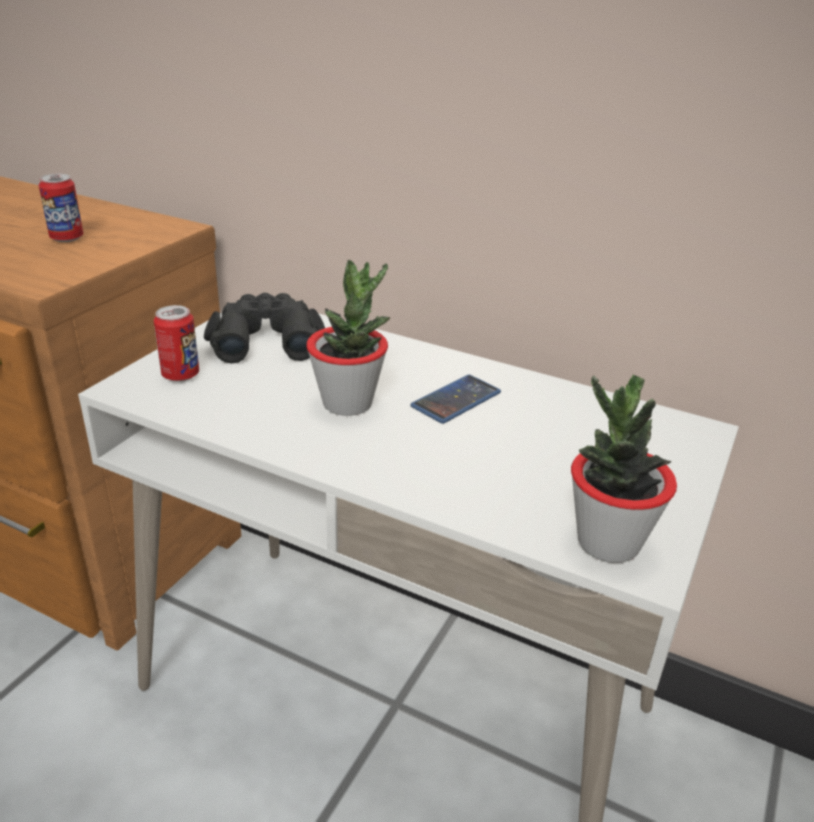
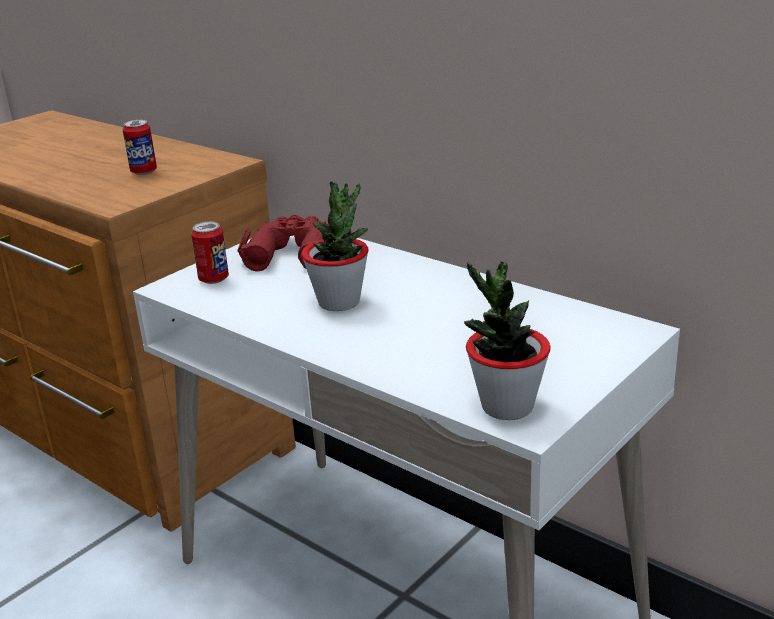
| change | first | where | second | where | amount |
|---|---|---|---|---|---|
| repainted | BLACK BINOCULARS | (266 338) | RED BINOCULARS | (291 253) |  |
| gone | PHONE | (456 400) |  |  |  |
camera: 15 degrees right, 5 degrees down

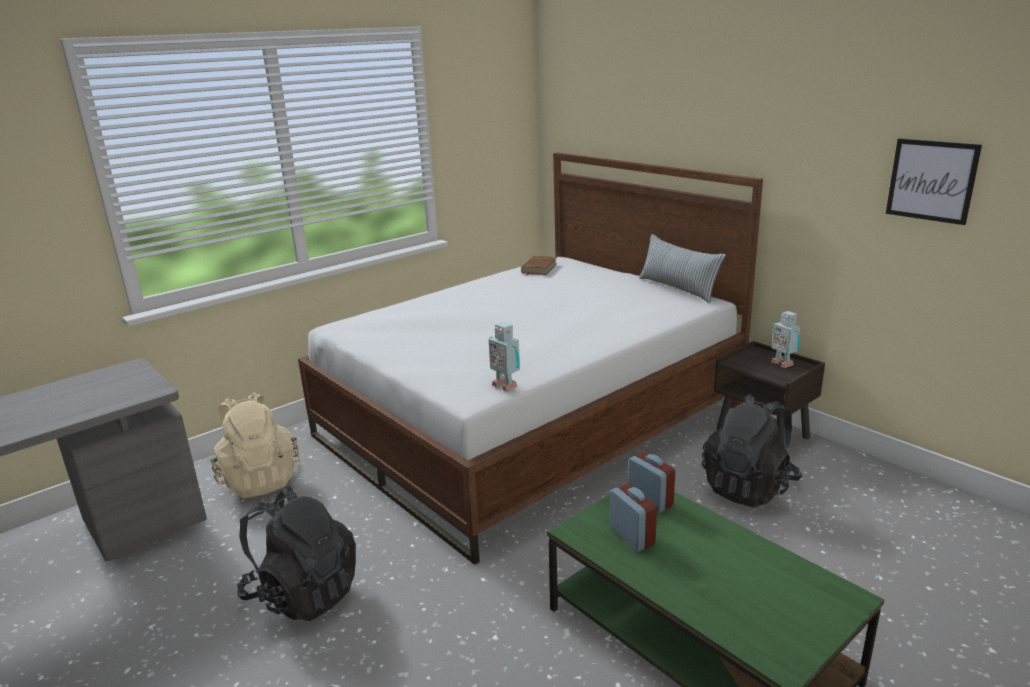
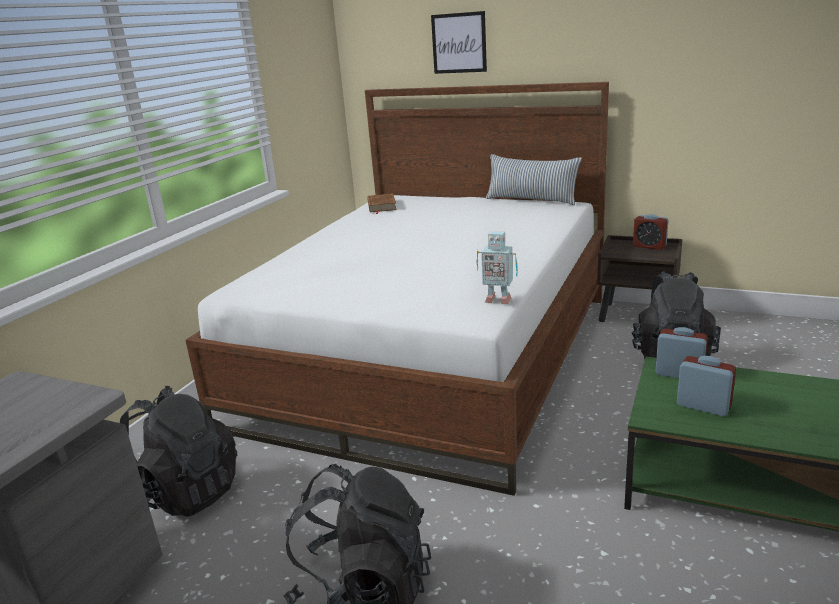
| change | first | where | second | where | amount |
|---|---|---|---|---|---|
| repainted | SAND-COLOURED KNAPSACK | (259 480) | BLACK KNAPSACK | (186 492) |  |
| swapped | TOY ROBOT | (782 363) | BEDSIDE CLOCK | (649 246) |  |
| shifted | WALL ART | (931 180) |  | (459 43) |  |
camera: 25 degrees left, 0 degrees up

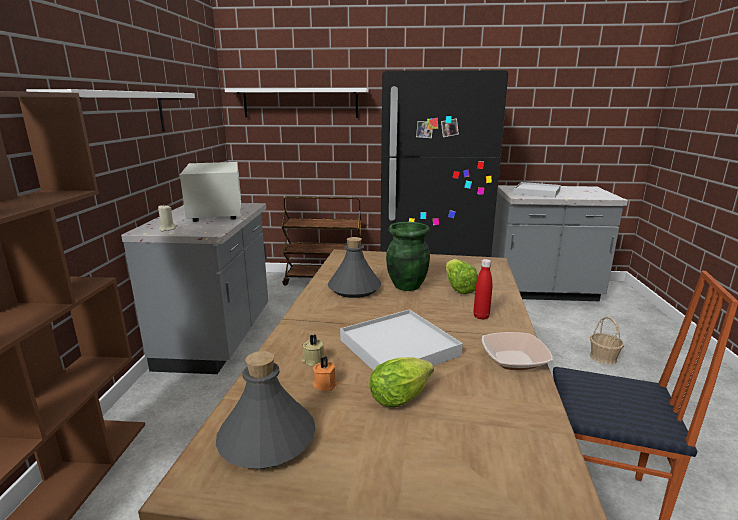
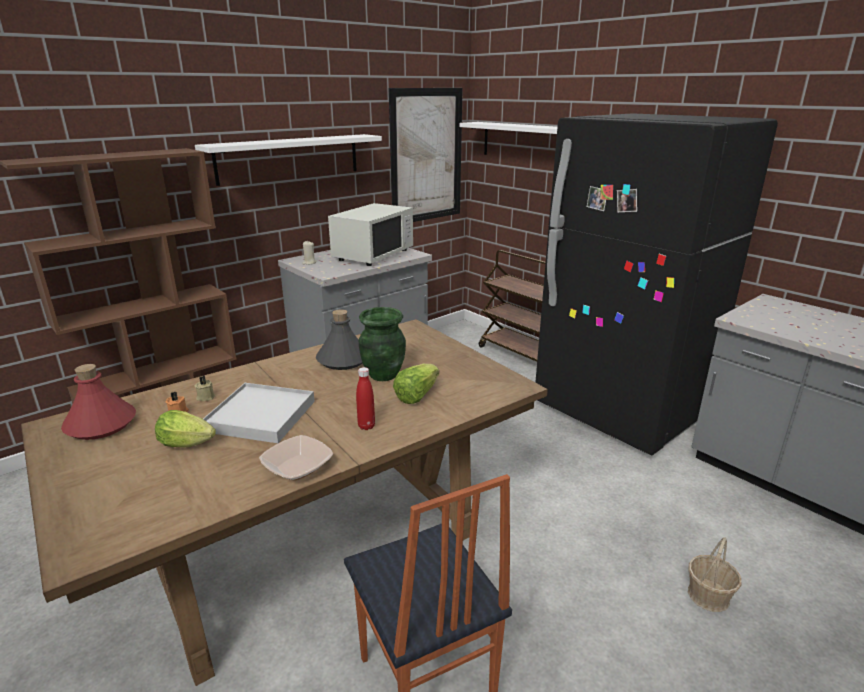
| change | first | where | second | where | amount |
|---|---|---|---|---|---|
| repainted | GREY BEVERAGE BOTTLE | (266 439) | RED BEVERAGE BOTTLE | (101 425) |  |
| gone | WHITE-COLOURED SERVING TRAY | (536 192) |  |  |  |
| new |  |  | WALL ART | (427 156) |  |
camera: 45 degrees right, 5 degrees up

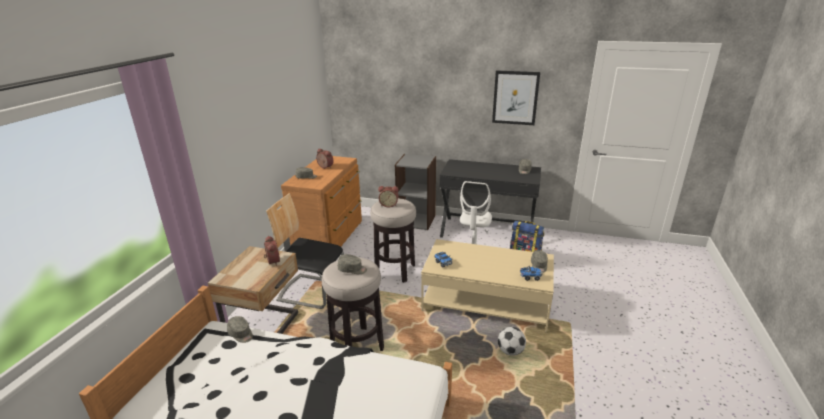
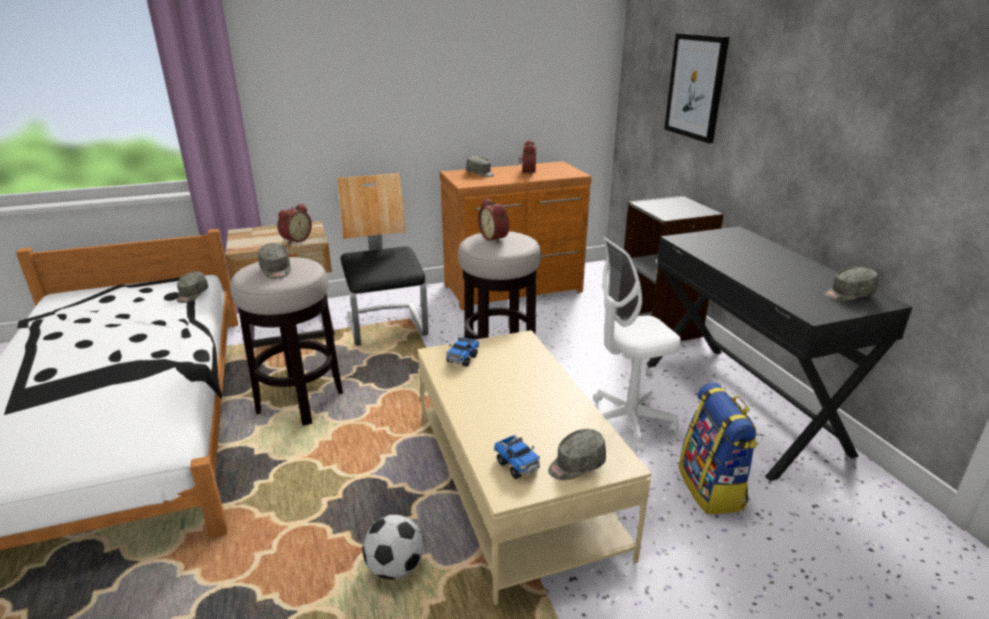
| change | first | where | second | where | amount |
|---|---|---|---|---|---|
| shifted | WALL ART | (515 97) |  | (696 87) |  |
camera: 55 degrees right, 0 degrees up

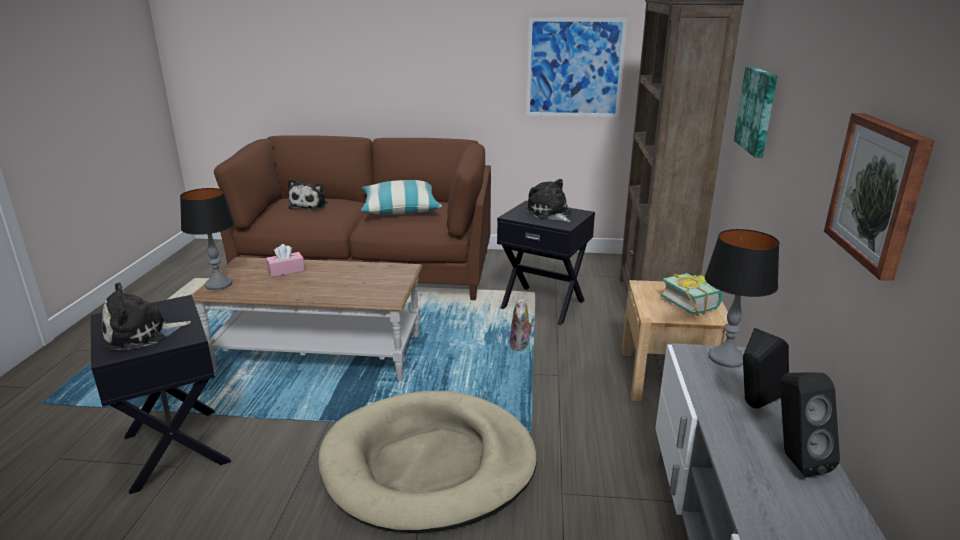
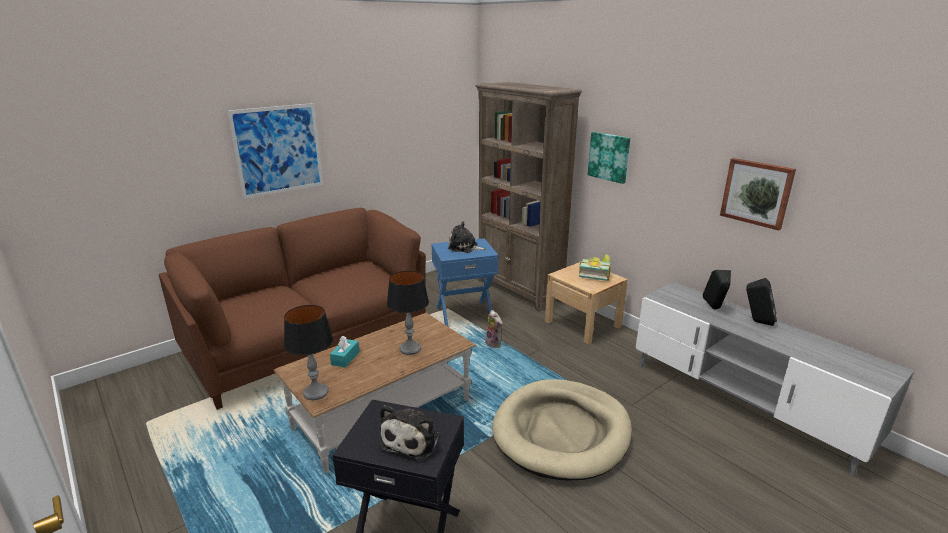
| change | first | where | second | where | amount |
|---|---|---|---|---|---|
| repainted | PINK-COLOURED TISSUE BOX | (286 270) | TURQUOISE TISSUE BOX | (345 358) |  |
| gone | PLUSH TOY | (310 205) |  |  |  |
| gone | THROW PILLOW | (400 208) |  |  |  |
| repainted | BLACK END TABLE | (543 304) | BLUE END TABLE | (464 313) |  |
| shifted | WALL ART | (574 68) |  | (278 150) |  |
| shifted | LAMP FOR A TABLE | (726 358) |  | (410 349) |  |
camera: 45 degrees left, 0 degrees up

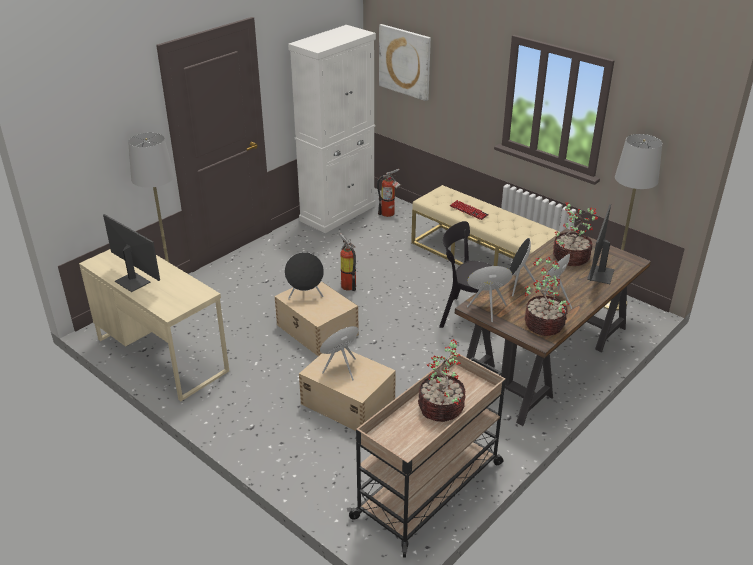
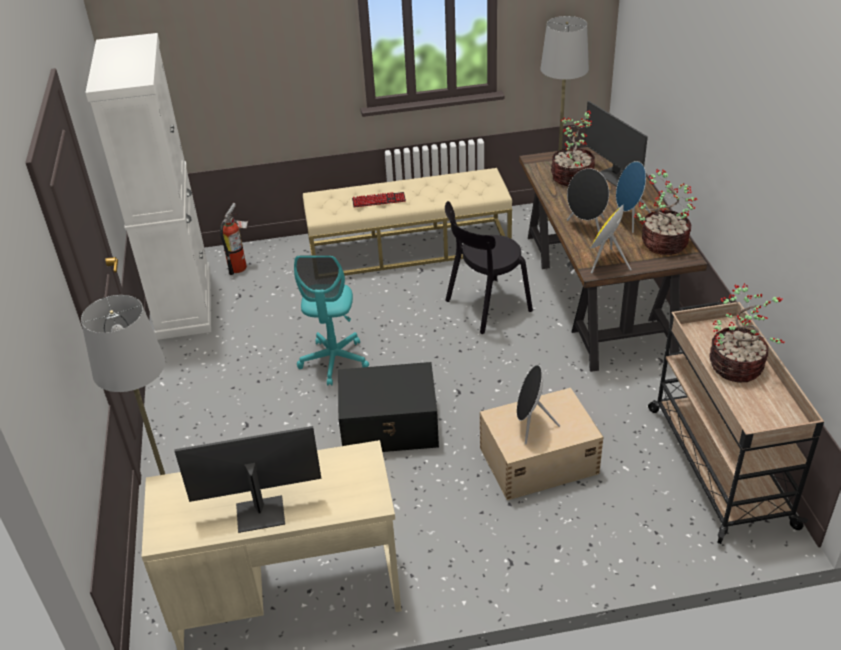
| change | first | where | second | where | amount |
|---|---|---|---|---|---|
| repainted | SAND-COLOURED STORAGE BOX | (317 330) | BLACK STORAGE BOX | (390 426) |  |
| gone | BLACK LOUDSPEAKER | (305 296) |  |  |  |
| swapped | FIRE EXTINGUISHER | (348 284) | TURQUOISE DESK CHAIR | (334 361) |  |
| gone | WALL ART | (405 61) |  |  |  |
camera: 50 degrees left, 5 degrees up

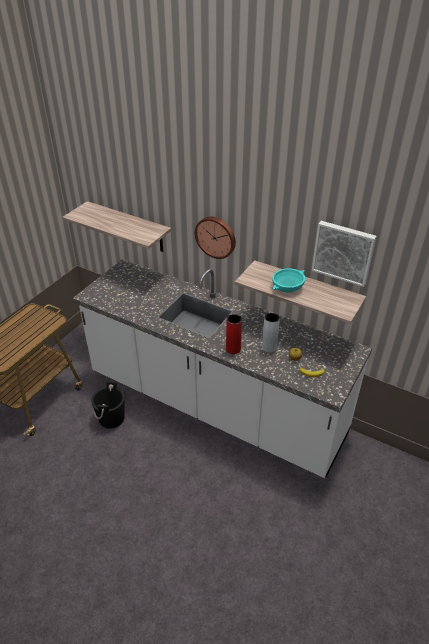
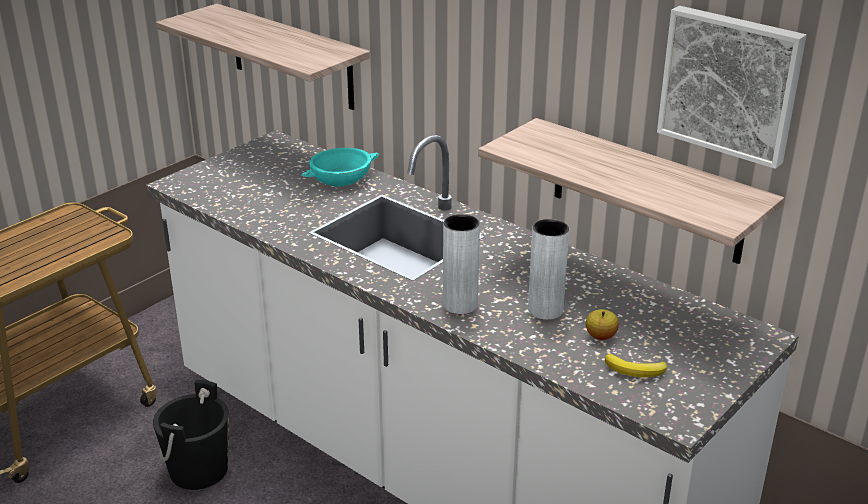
| change | first | where | second | where | amount |
|---|---|---|---|---|---|
| gone | CLOCK ON THE WALL | (216 236) |  |  |  |
| repainted | RED FLOWER VASE | (233 349) | GREY FLOWER VASE | (460 305) |  |
| shifted | TURQUOISE DEEP DISH | (287 287) |  | (341 180) |  |
camera: 10 degrees right, 10 degrees down

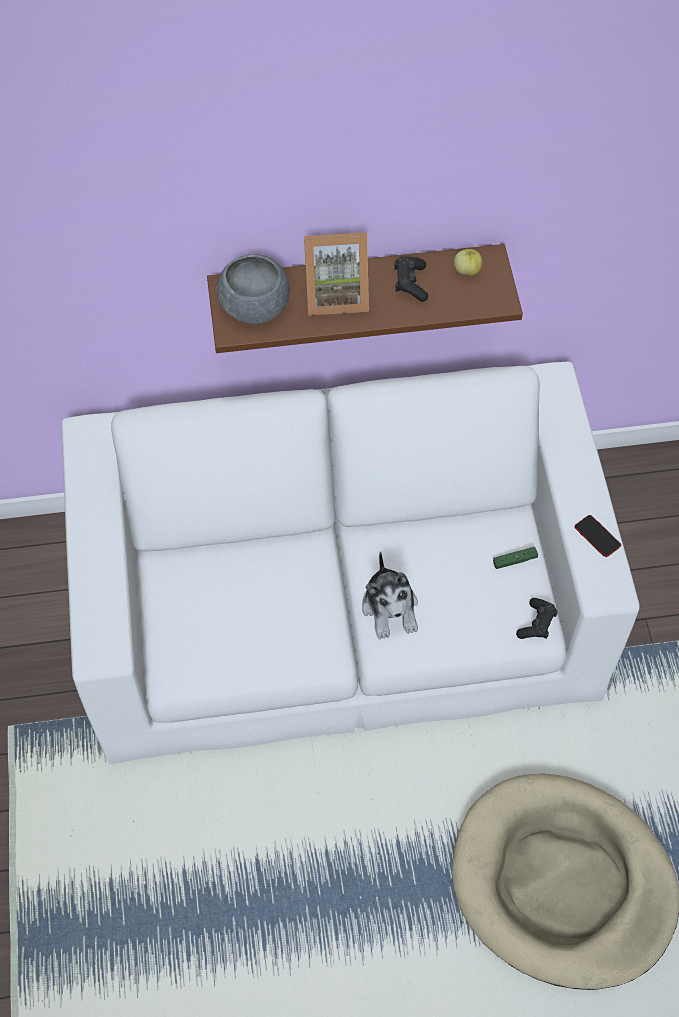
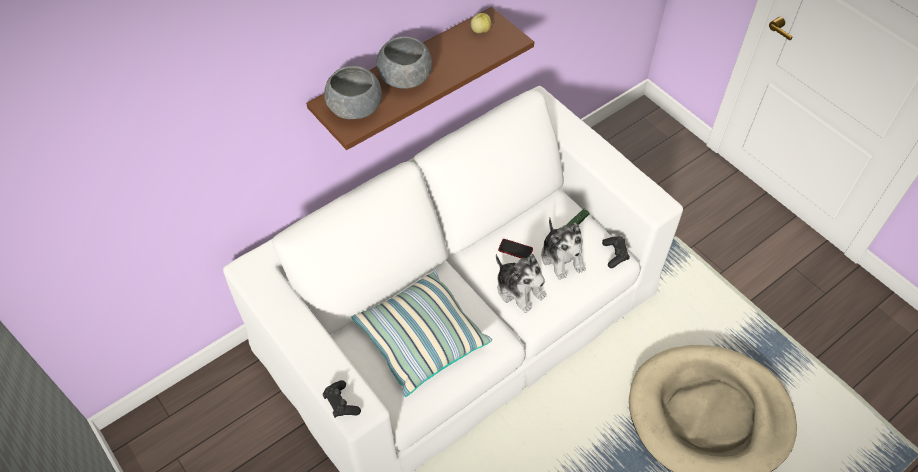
| change | first | where | second | where | amount |
|---|---|---|---|---|---|
| swapped | PICTURE FRAME | (335 294) | GREY DEEP DISH | (405 78) |  |
| shifted | BLACK GAMEPAD | (410 283) |  | (341 403) |  |
| shifted | PHONE | (597 536) |  | (515 250) |  |
| new |  |  | THROW PILLOW | (421 339) |  |
| new |  |  | PLUSH TOY | (562 257) |  |
camera: 30 degrees left, 5 degrees down

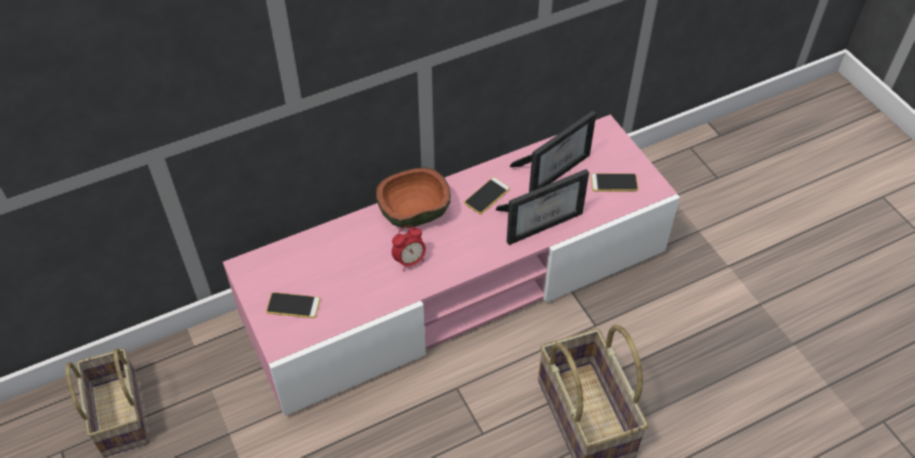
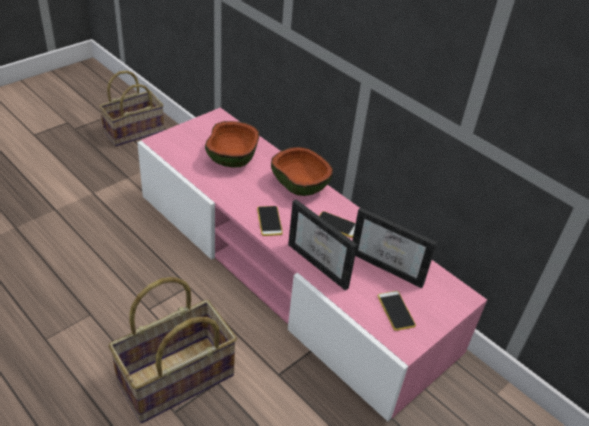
| change | first | where | second | where | amount |
|---|---|---|---|---|---|
| shifted | PHONE | (293 305) |  | (269 221) |  |
| gone | BEDSIDE CLOCK | (410 261) |  |  |  |
| new |  |  | DEEP DISH | (231 158) |  |
camera: 70 degrees right, 10 degrees down

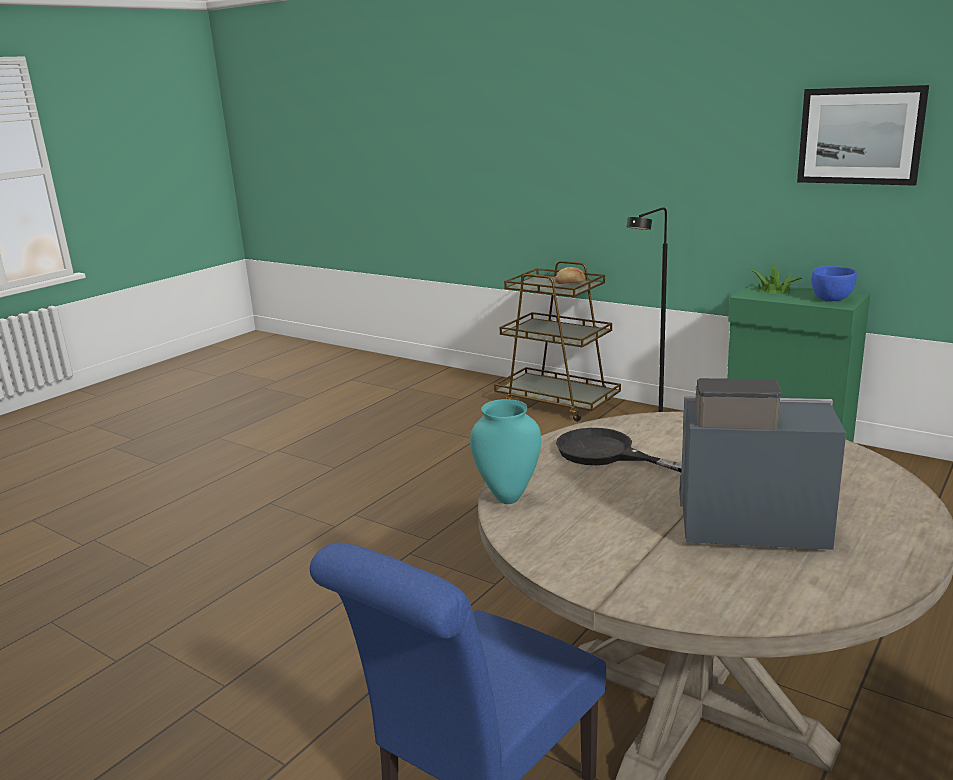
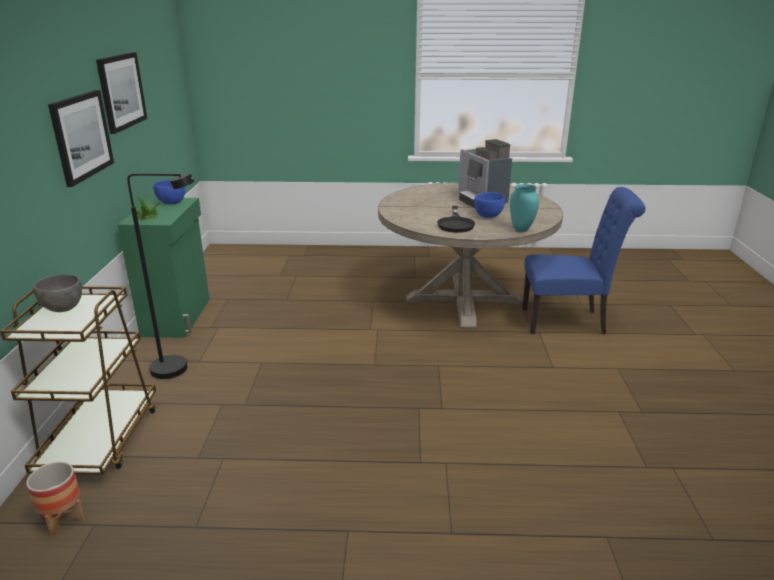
| change | first | where | second | where | amount |
|---|---|---|---|---|---|
| swapped | BAKERY BREAD | (570 283) | GREY DEEP DISH | (63 308) |  |
| new |  |  | PLANT POT | (63 519) |  |
| new |  |  | WALL ART | (81 136) |  |
| new |  |  | BLUE DEEP DISH | (488 216) |  |
camera: 125 degrees left, 5 degrees up

